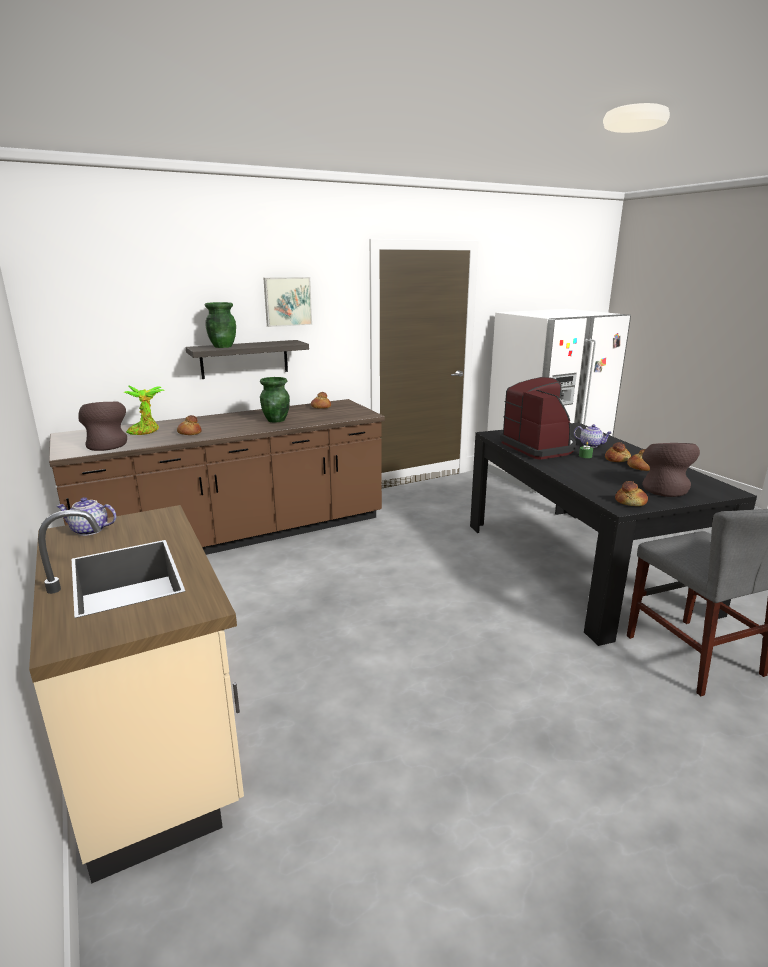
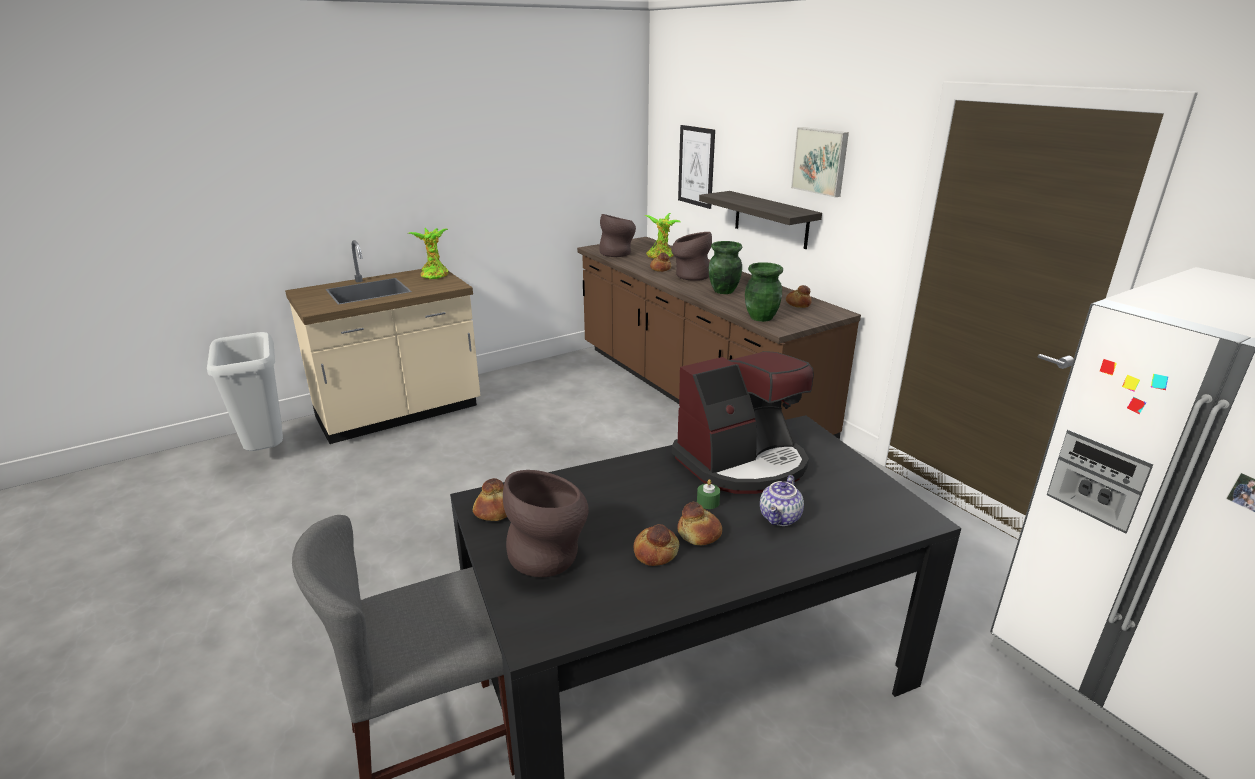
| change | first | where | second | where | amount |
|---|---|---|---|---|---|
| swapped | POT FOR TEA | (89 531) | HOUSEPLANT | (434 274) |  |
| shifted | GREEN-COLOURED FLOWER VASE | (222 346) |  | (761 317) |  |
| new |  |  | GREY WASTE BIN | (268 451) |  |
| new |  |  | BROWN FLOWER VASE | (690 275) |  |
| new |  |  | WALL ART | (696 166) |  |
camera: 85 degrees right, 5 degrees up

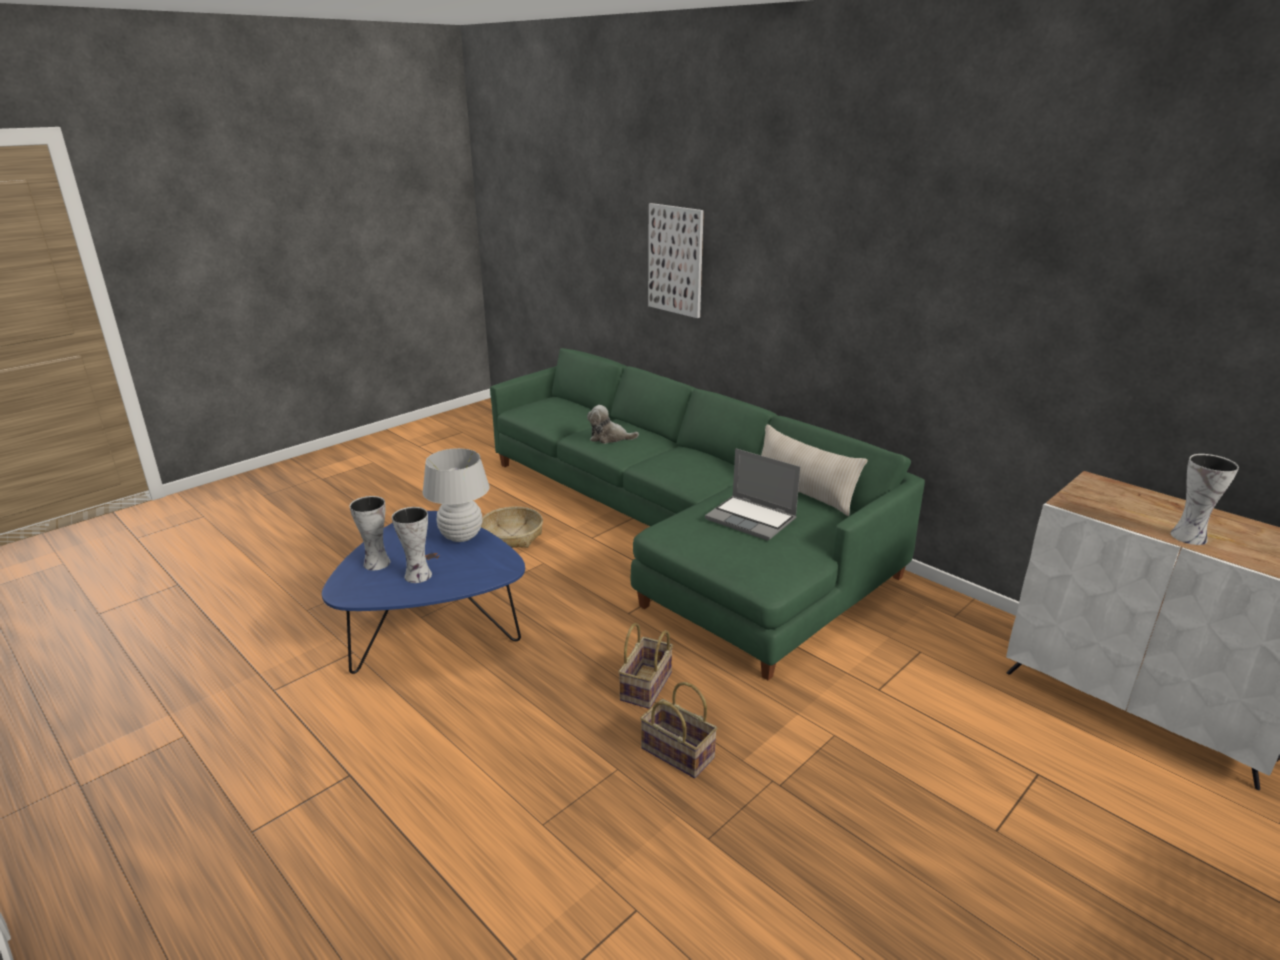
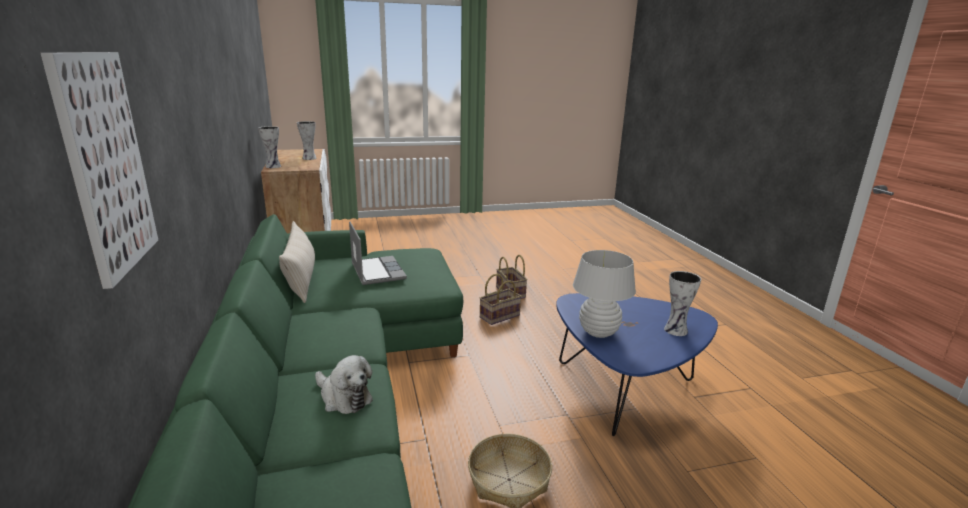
| change | first | where | second | where | amount |
|---|---|---|---|---|---|
| shifted | FLOWER VASE | (417 576) |  | (274 166) |  |
camera: 150 degrees left, 5 degrees down

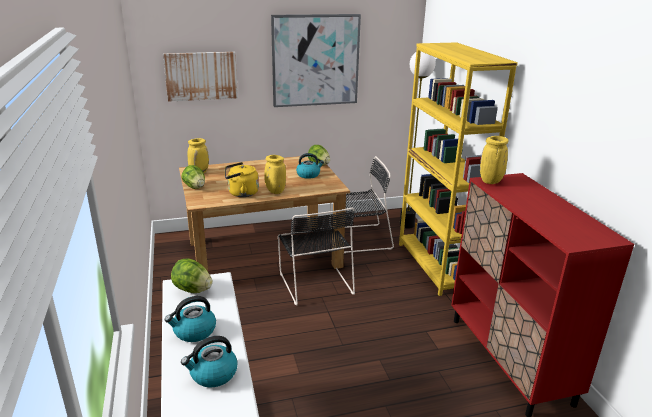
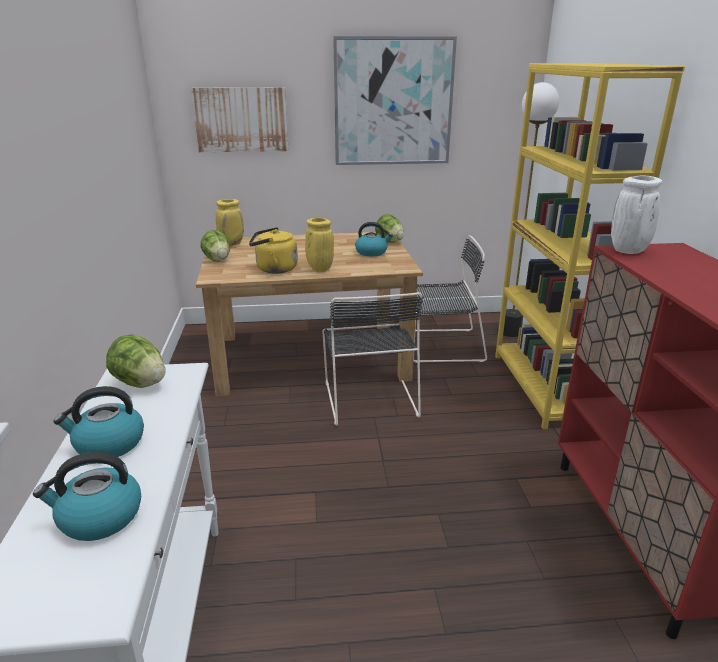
| change | first | where | second | where | amount |
|---|---|---|---|---|---|
| repainted | YELLOWISH FLOWER VASE | (490 182) | WHITE-COLOURED FLOWER VASE | (628 251) |  |
camera: 10 degrees right, 0 degrees up

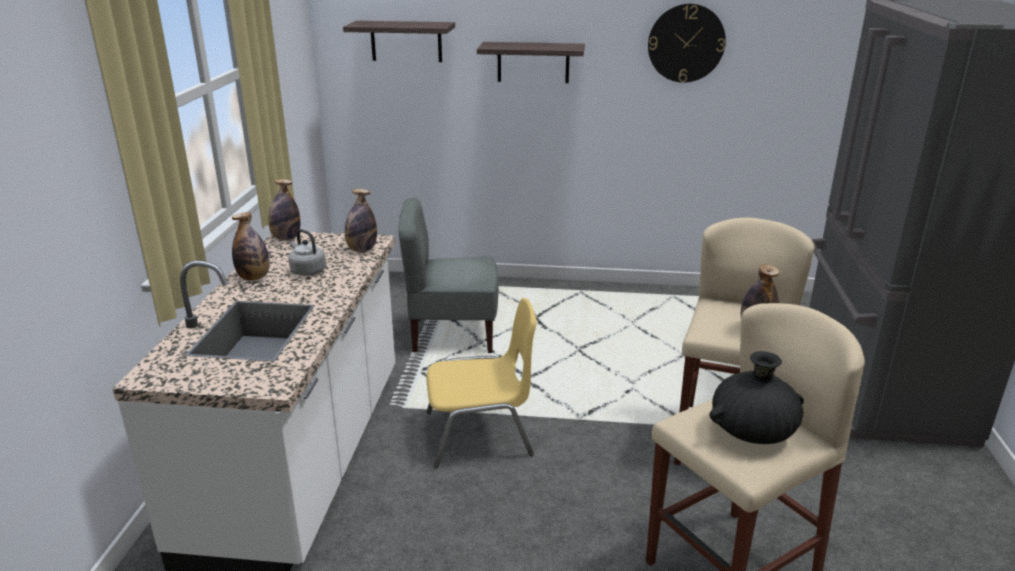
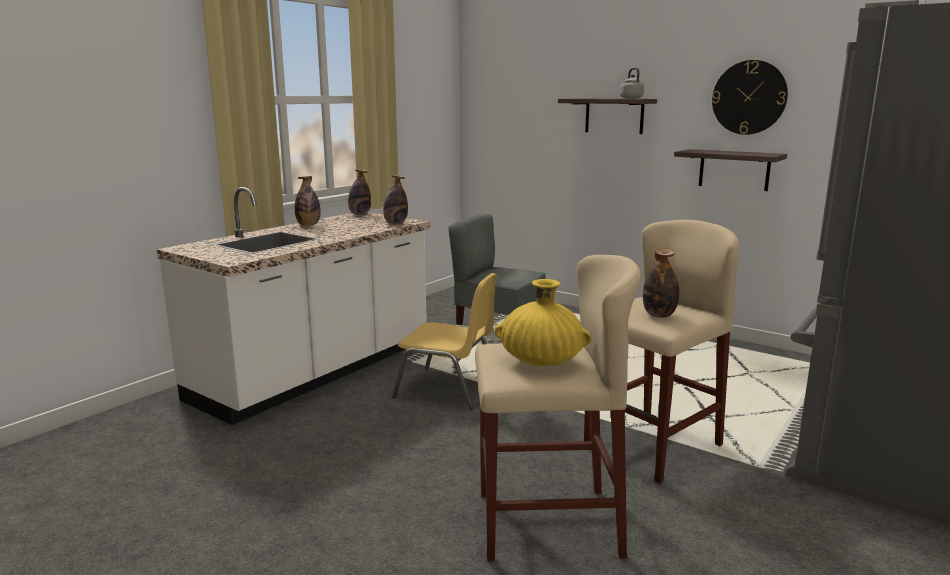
| change | first | where | second | where | amount |
|---|---|---|---|---|---|
| shifted | GREY TEA KETTLE | (307 271) |  | (630 98) |  |
| shifted | SHELF | (406 41) |  | (734 170) |  |
| repainted | BLACK FLOWER VASE | (752 432) | YELLOWISH FLOWER VASE | (541 361) |  |
camera: 30 degrees right, 10 degrees down

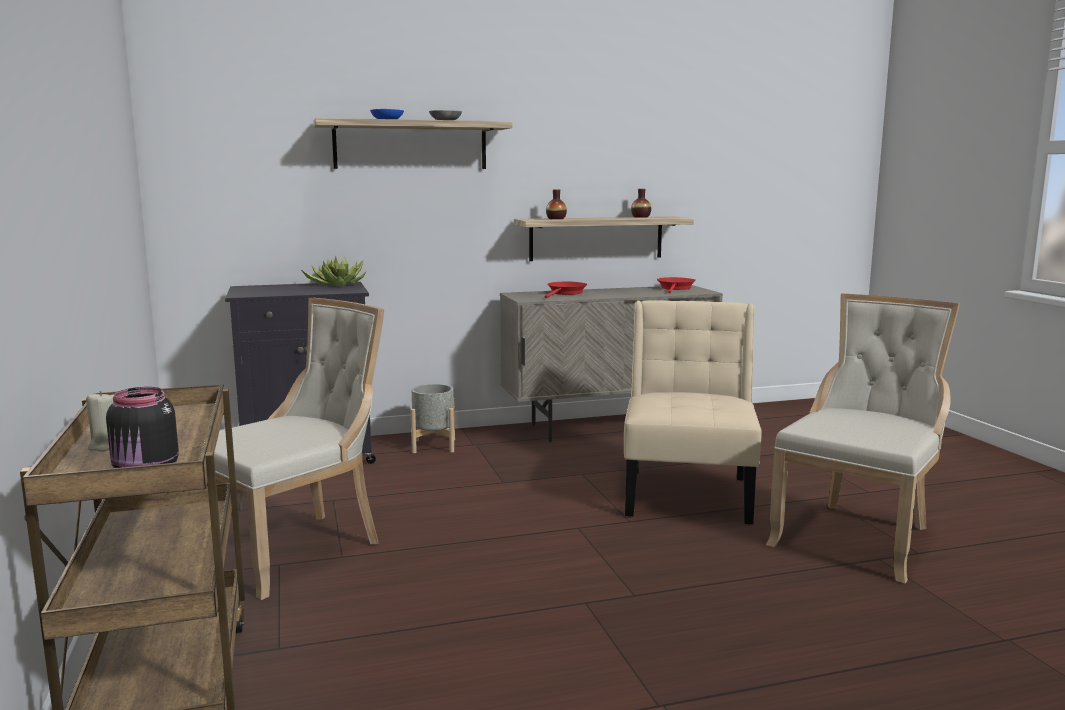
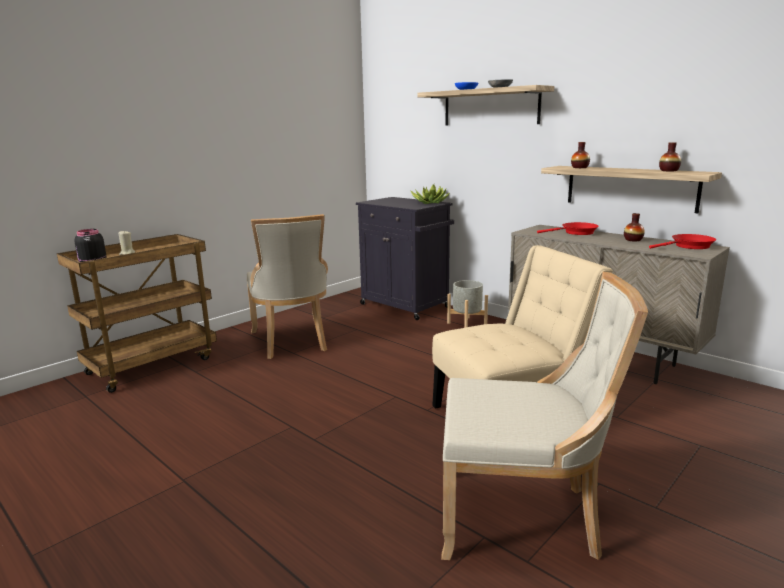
| change | first | where | second | where | amount |
|---|---|---|---|---|---|
| rotated | SAND-COLOURED CHAIR | (297 549) |  | (292 342) | 60 degrees clockwise |
| new |  |  | FLOWER VASE | (633 240) |  |
camera: 60 degrees right, 5 degrees up

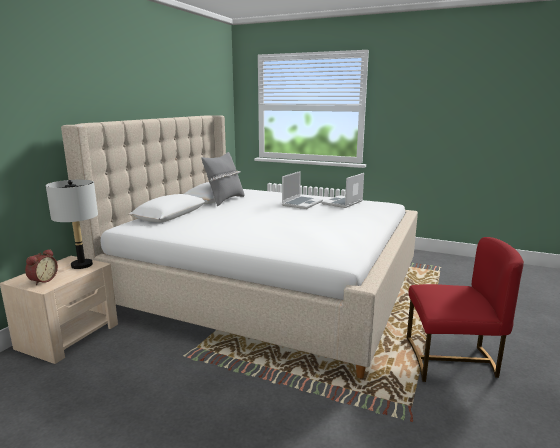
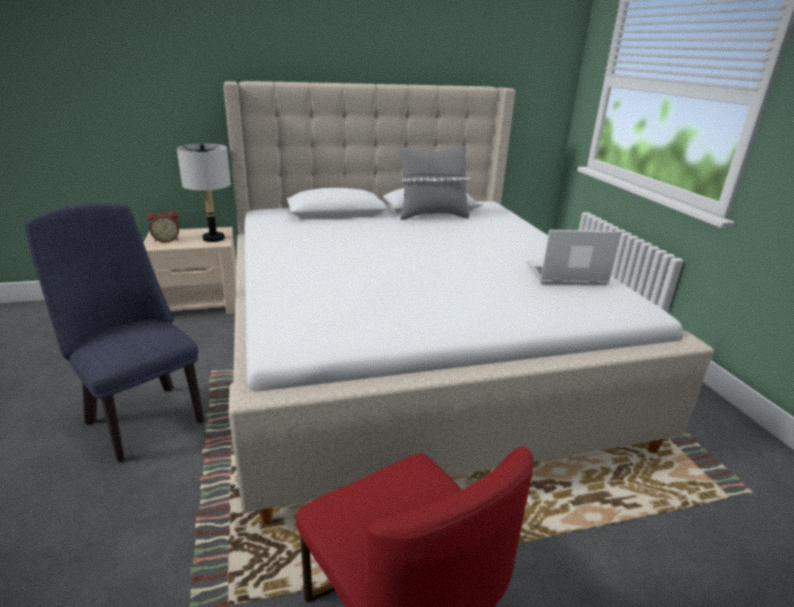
| change | first | where | second | where | amount |
|---|---|---|---|---|---|
| gone | PORTABLE COMPUTER | (302 203) |  |  |  |
| new |  |  | BLUE CHAIR | (141 416) |  |
camera: 50 degrees right, 10 degrees up

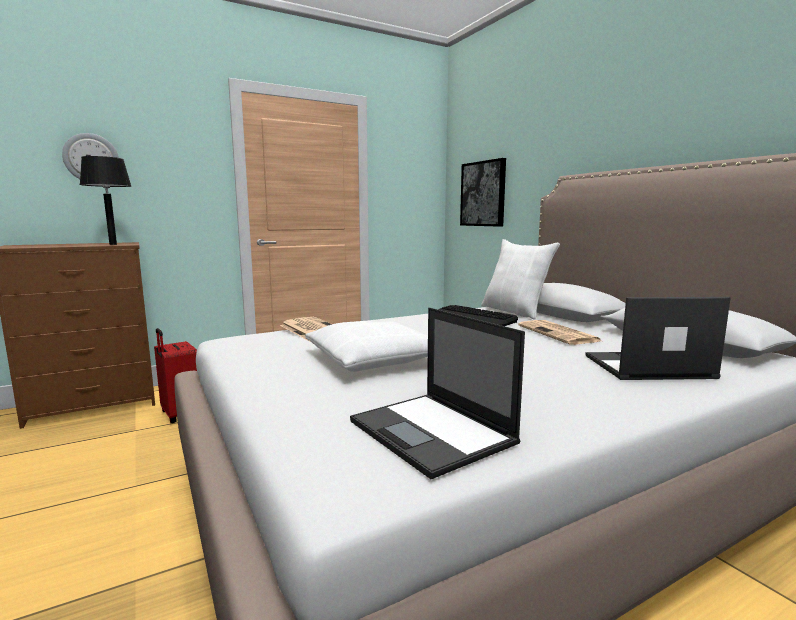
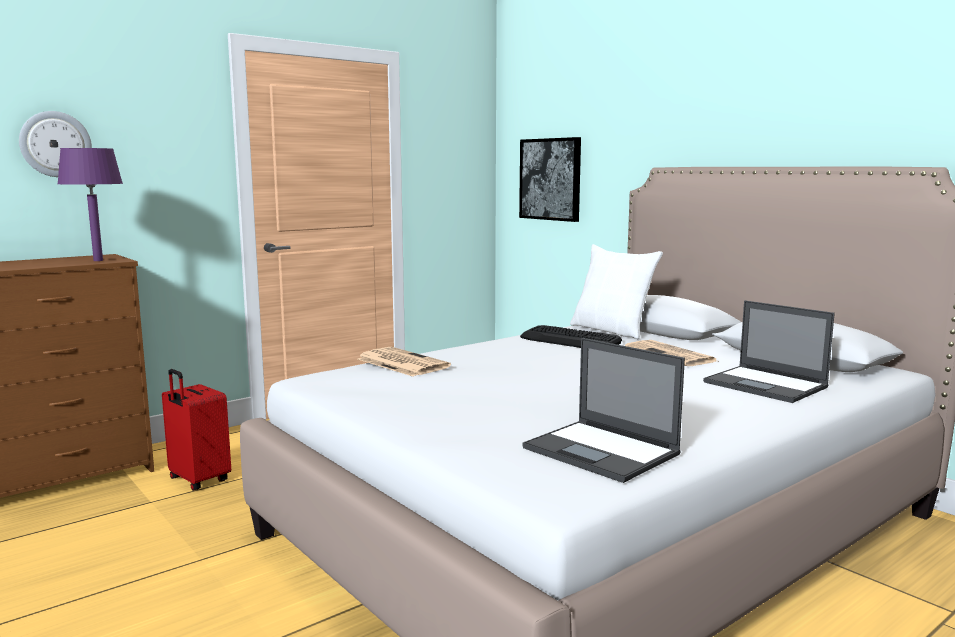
| change | first | where | second | where | amount |
|---|---|---|---|---|---|
| repainted | BLACK LAMP FOR A TABLE | (113 244) | PURPLE-COLOURED LAMP FOR A TABLE | (98 260) |  |
| gone | WHITE-COLOURED THROW PILLOW | (377 359) |  |  |  |
| rotated | PORTABLE COMPUTER | (646 367) |  | (766 385) | 120 degrees counterclockwise |
camera: 10 degrees left, 0 degrees up

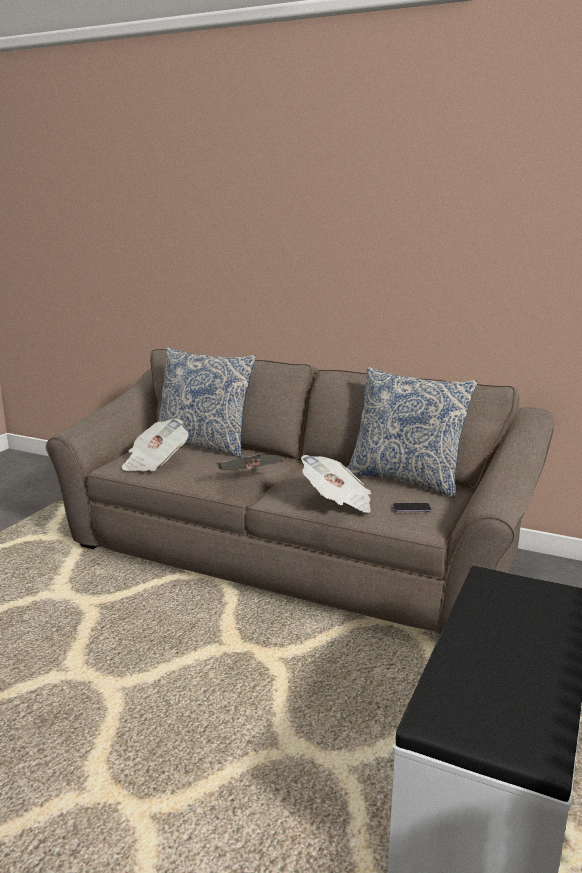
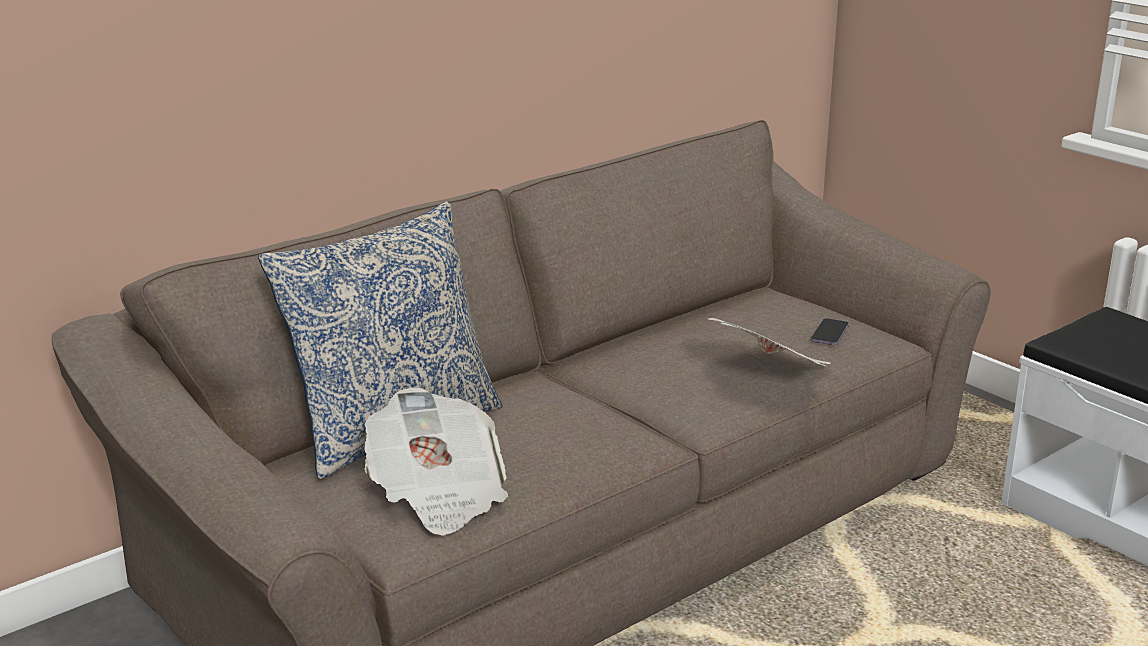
| change | first | where | second | where | amount |
|---|---|---|---|---|---|
| gone | NEWSPAPER | (249 480) |  |  |  |
| gone | THROW PILLOW | (406 479) |  |  |  |
camera: 65 degrees left, 5 degrees up

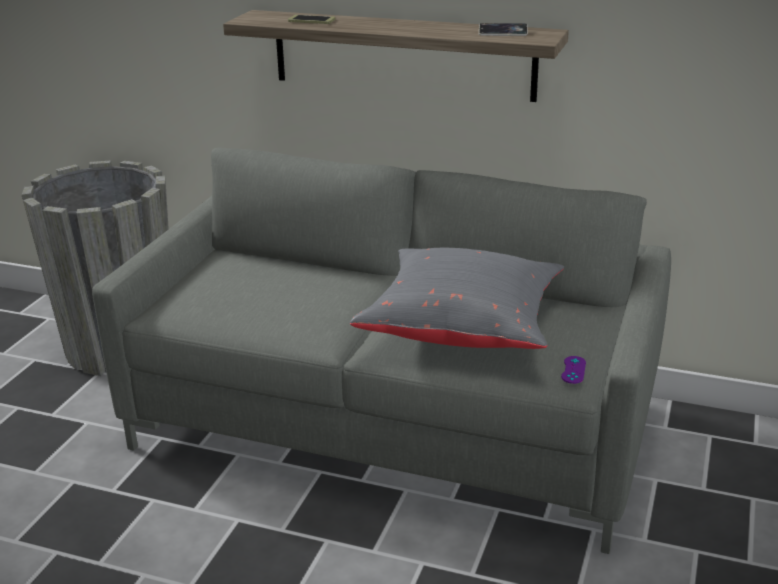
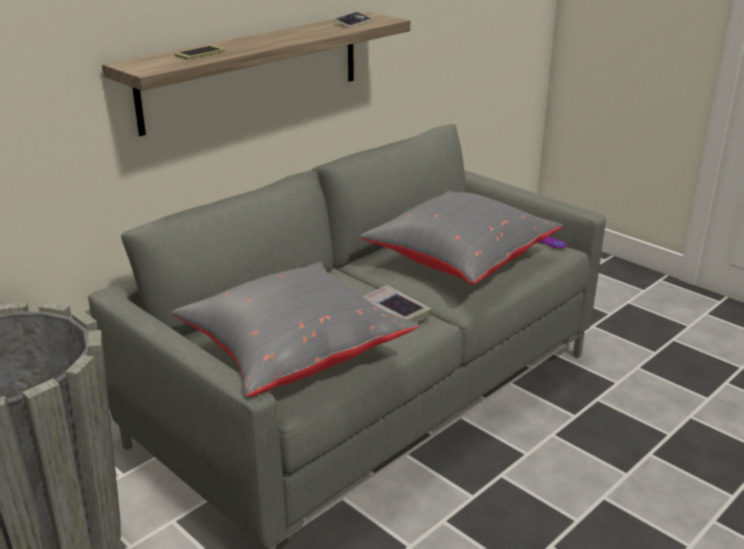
| change | first | where | second | where | amount |
|---|---|---|---|---|---|
| new |  |  | GREY THROW PILLOW | (292 353) |  |
| new |  |  | BOOK | (394 312) |  |
camera: 65 degrees left, 0 degrees up

